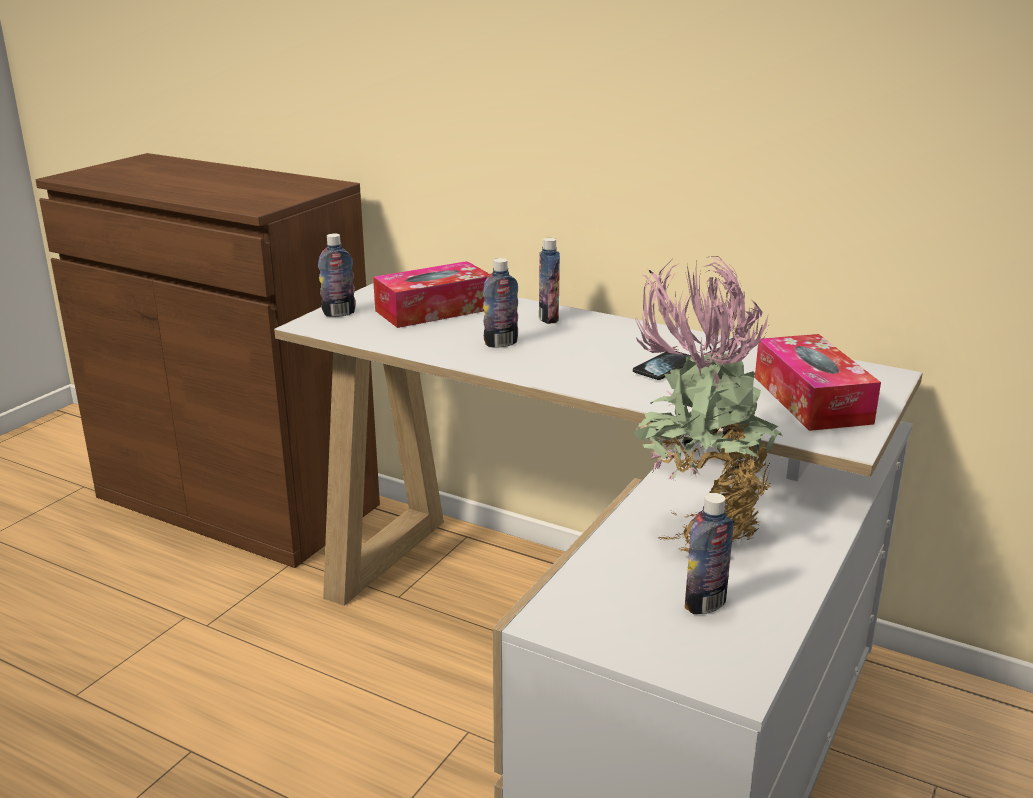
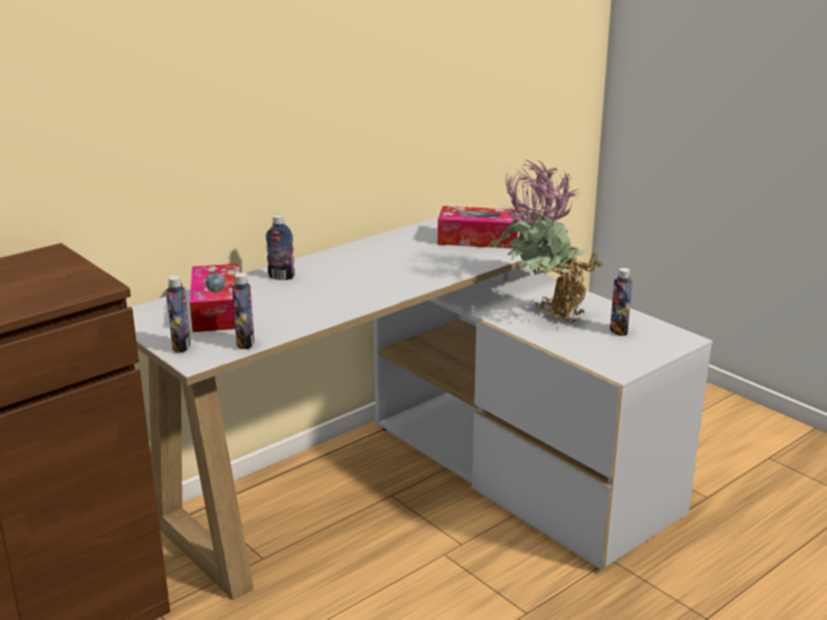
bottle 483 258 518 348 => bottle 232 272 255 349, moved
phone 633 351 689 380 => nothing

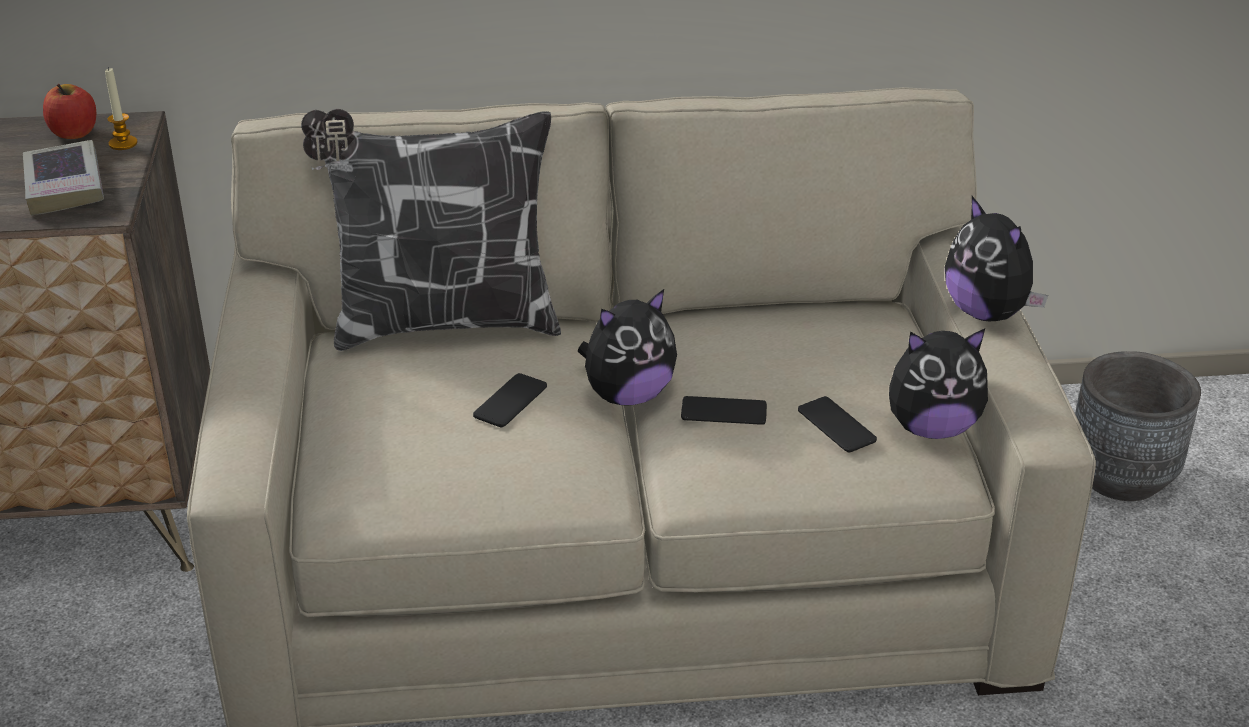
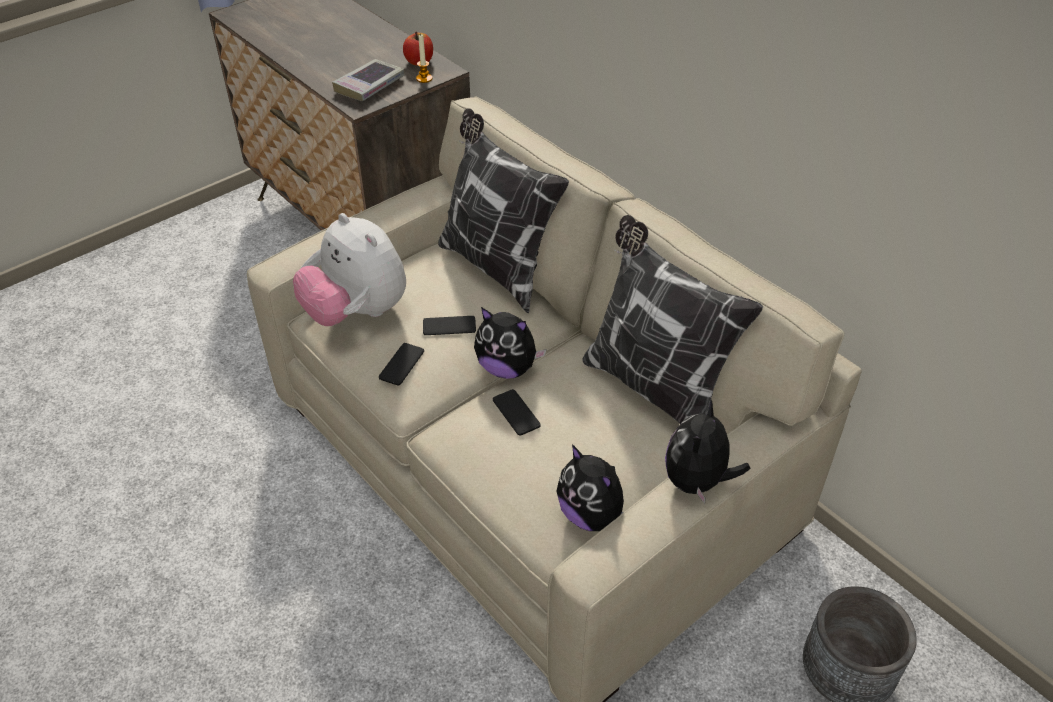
phone 798 396 877 453 => phone 379 343 424 385, moved
nothing => plush toy 293 213 406 326
nothing => pillow 582 215 763 424

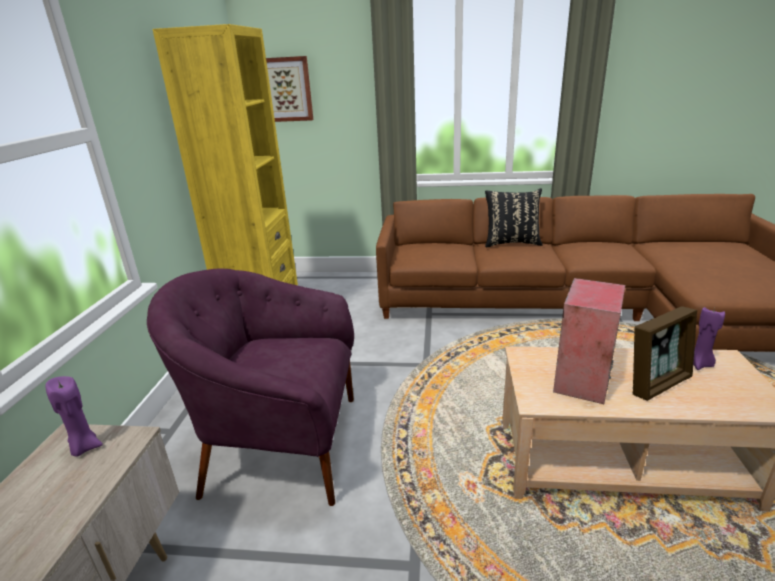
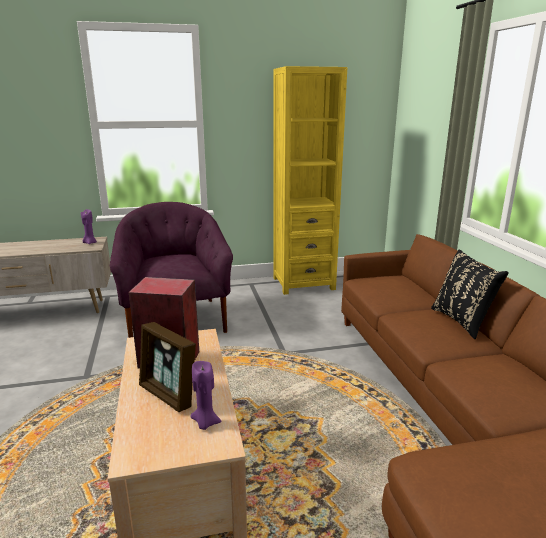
picture 266 56 314 122 => nothing

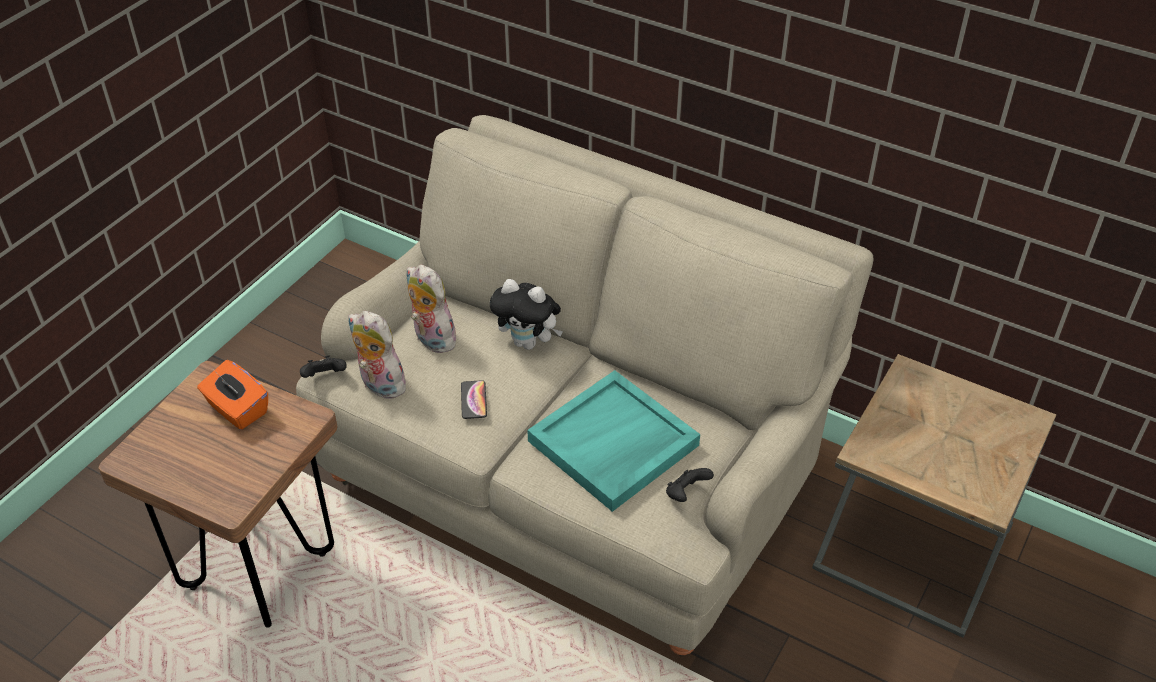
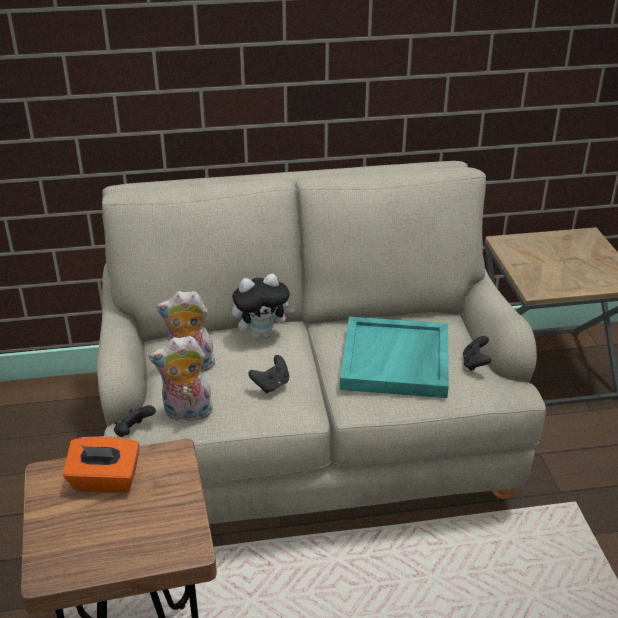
phone 461 380 487 419 => black game controller 248 355 289 394

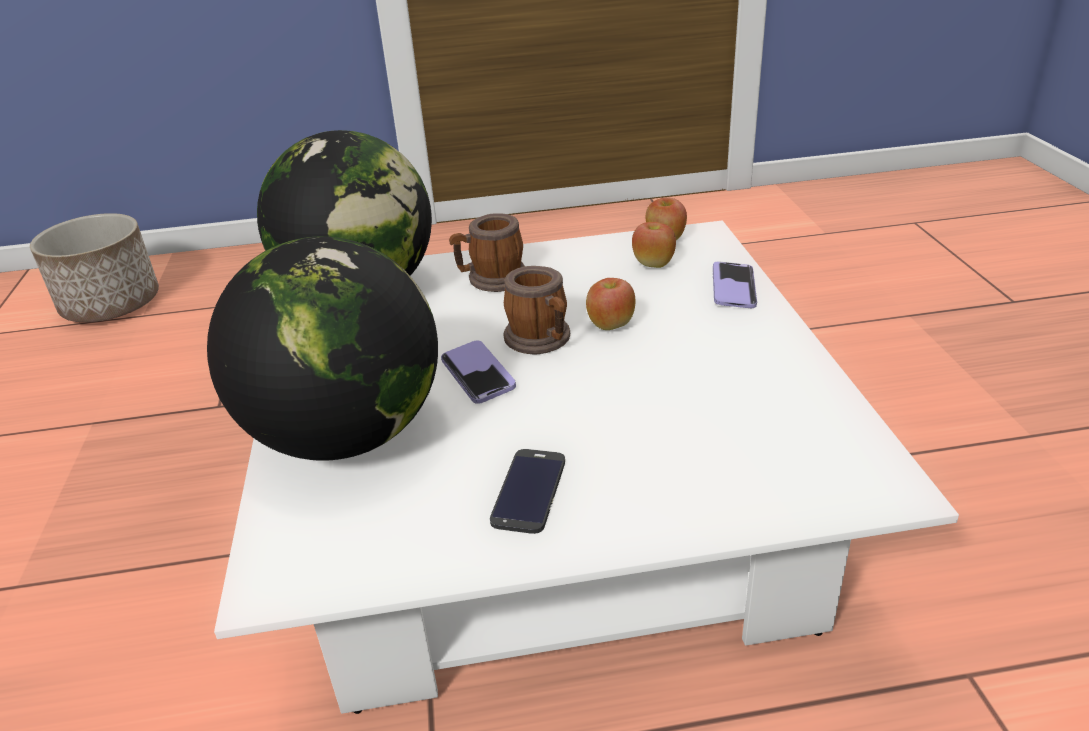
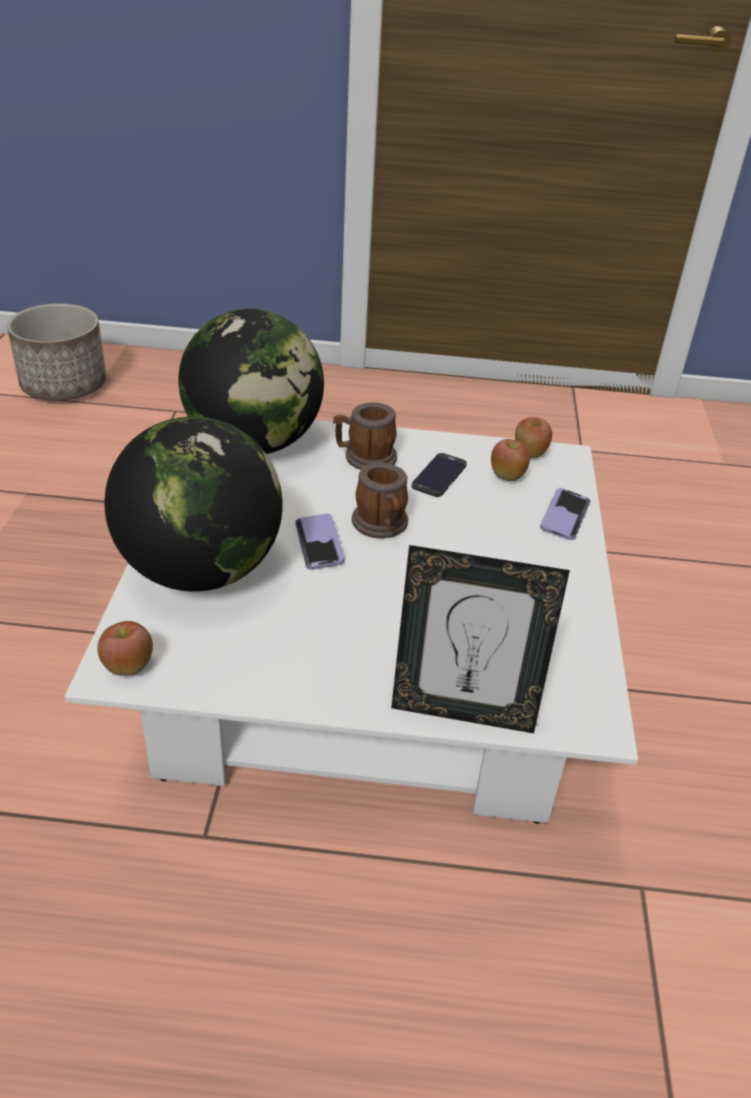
phone 490 449 565 534 => phone 411 453 467 497, moved
apple 586 278 635 330 => apple 97 621 153 676, moved
nothing => picture frame 391 545 570 733

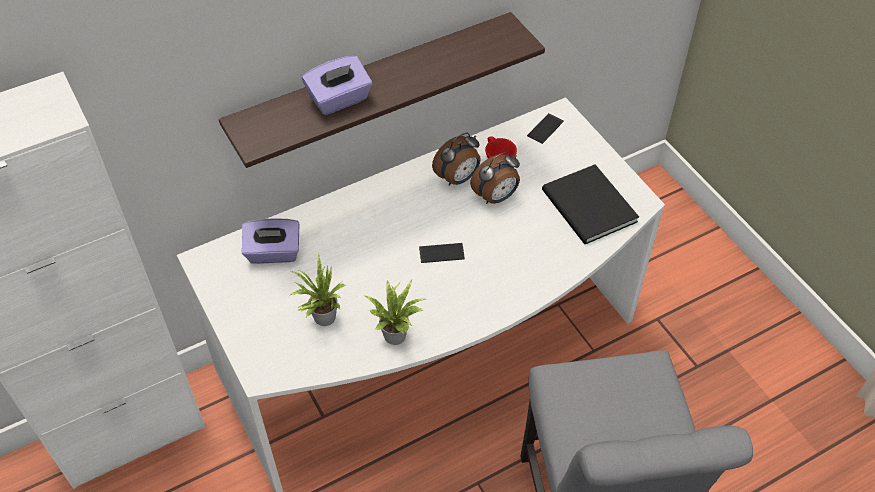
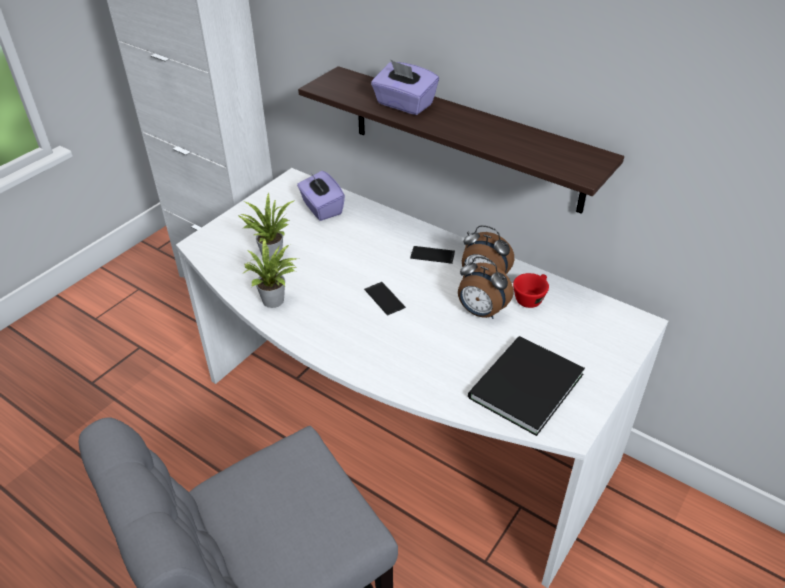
phone 527 113 564 144 => phone 410 246 455 264, moved

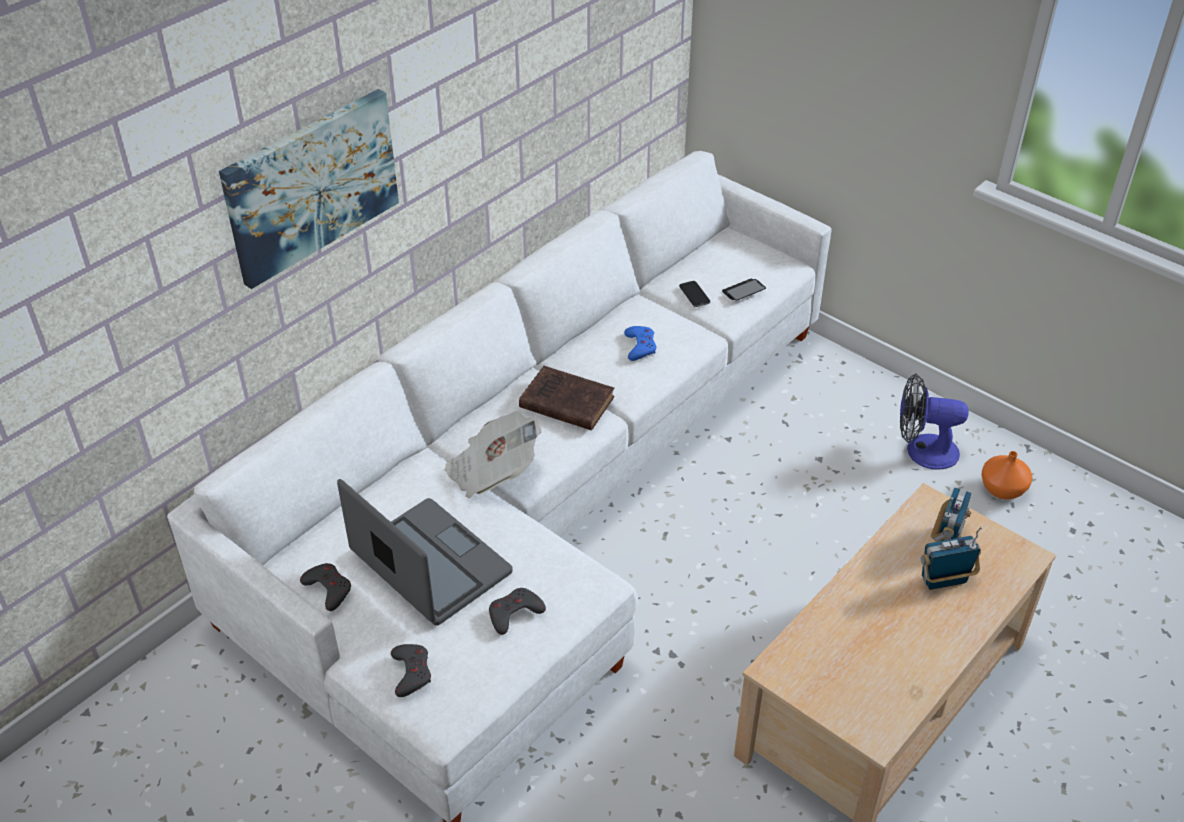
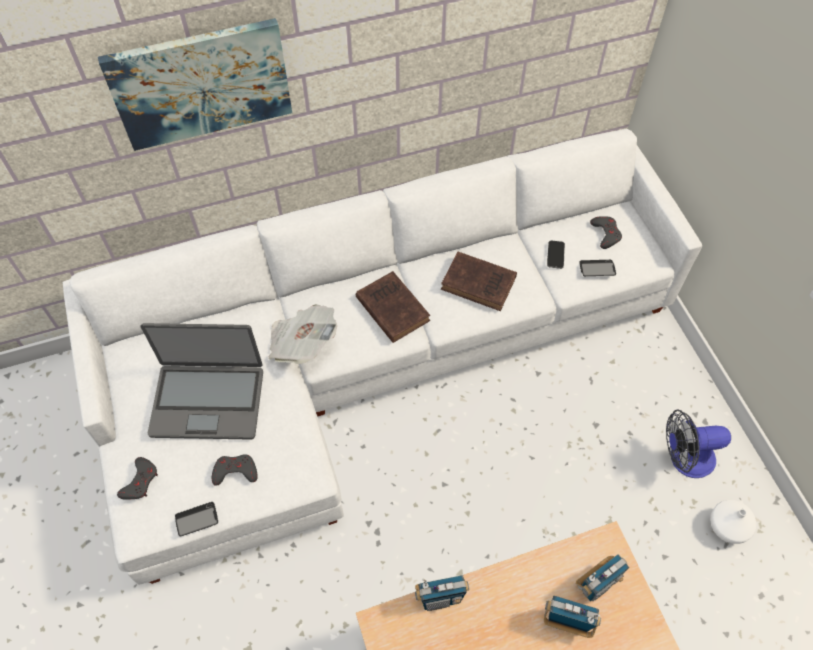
grey game controller 300 563 351 611 => grey game controller 590 216 622 249, moved
laptop 337 479 513 625 => laptop 141 323 263 440, 105 degrees clockwise
blue game controller 624 326 656 361 => brown book 441 252 517 311
fan 900 374 969 470 => fan 666 409 731 478, 45 degrees counterclockwise
orange vase 981 451 1032 499 => white vase 710 500 756 544
nothing => phone 175 502 218 537
nothing => radio 415 575 469 611

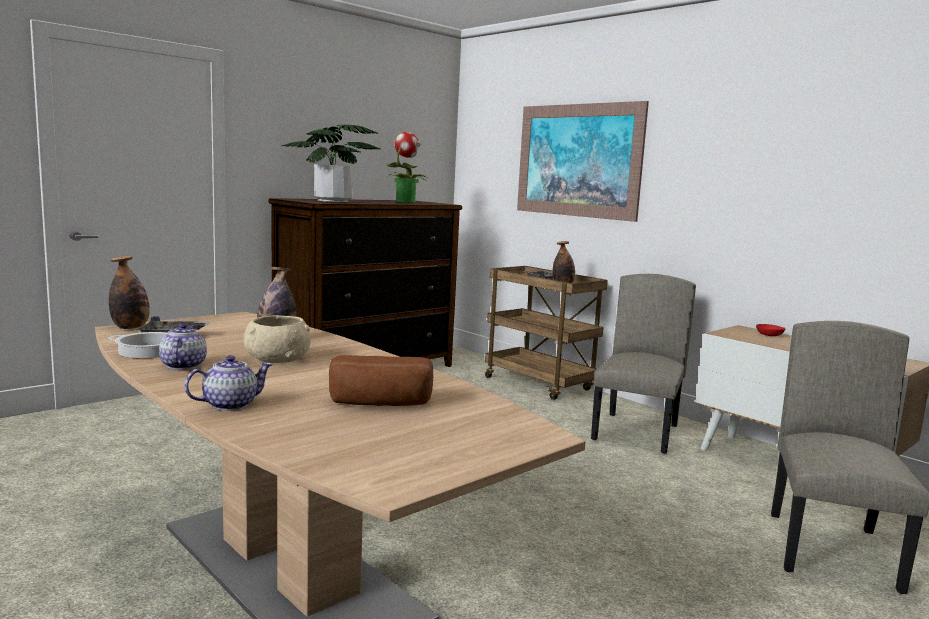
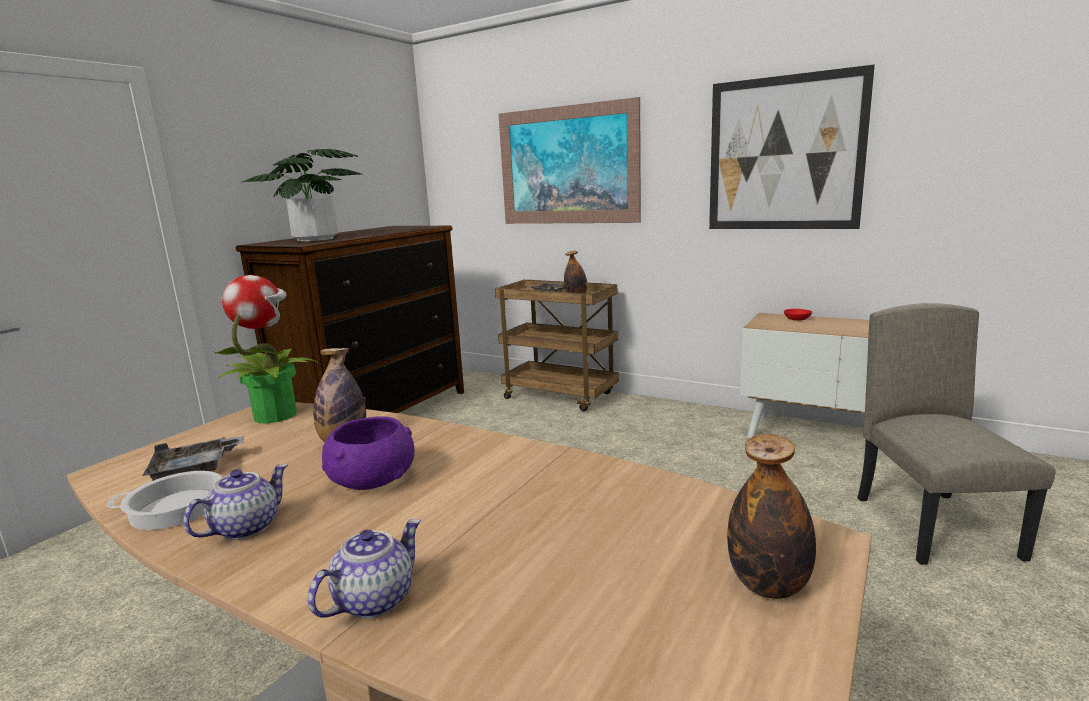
bottle 109 255 150 329 => bottle 727 434 816 599, moved
teapot 159 323 207 370 => teapot 183 464 288 540, 60 degrees clockwise
beige bowl 243 315 311 363 => purple bowl 322 416 414 490
bread 329 355 433 406 => nothing
potted plant 386 132 429 203 => potted plant 212 275 318 424, moved
beige chair 591 274 696 454 => nothing
nothing => picture 709 64 875 229

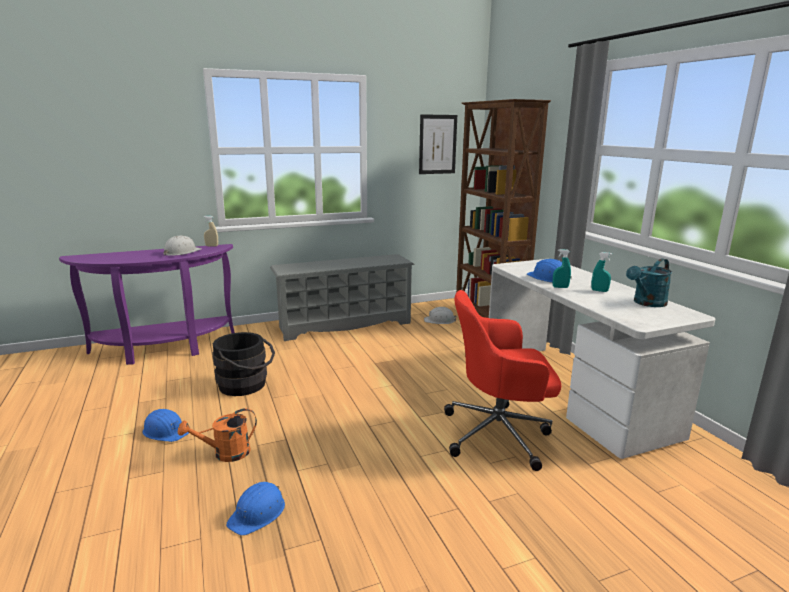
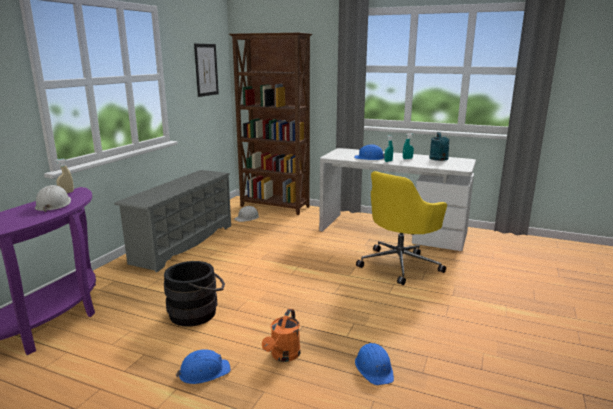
red office chair 444 290 561 471 => yellow office chair 356 171 447 285

